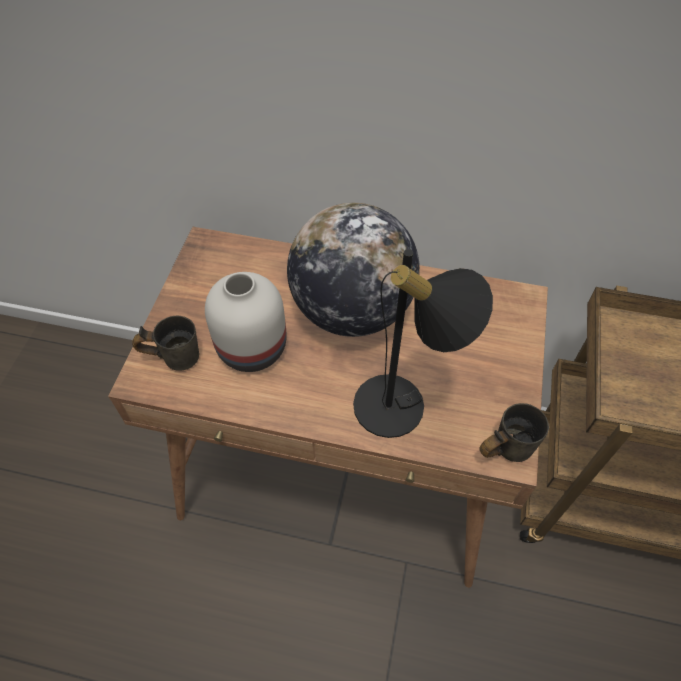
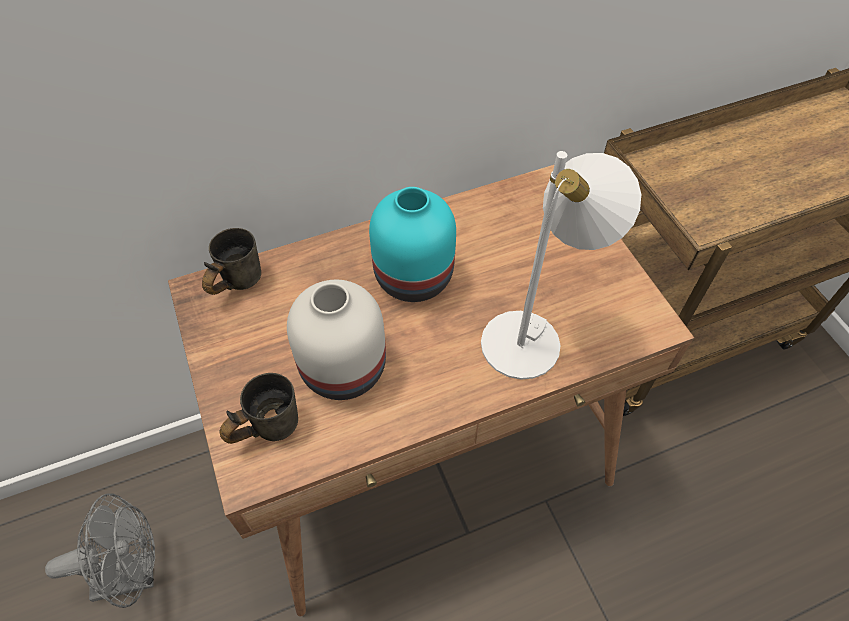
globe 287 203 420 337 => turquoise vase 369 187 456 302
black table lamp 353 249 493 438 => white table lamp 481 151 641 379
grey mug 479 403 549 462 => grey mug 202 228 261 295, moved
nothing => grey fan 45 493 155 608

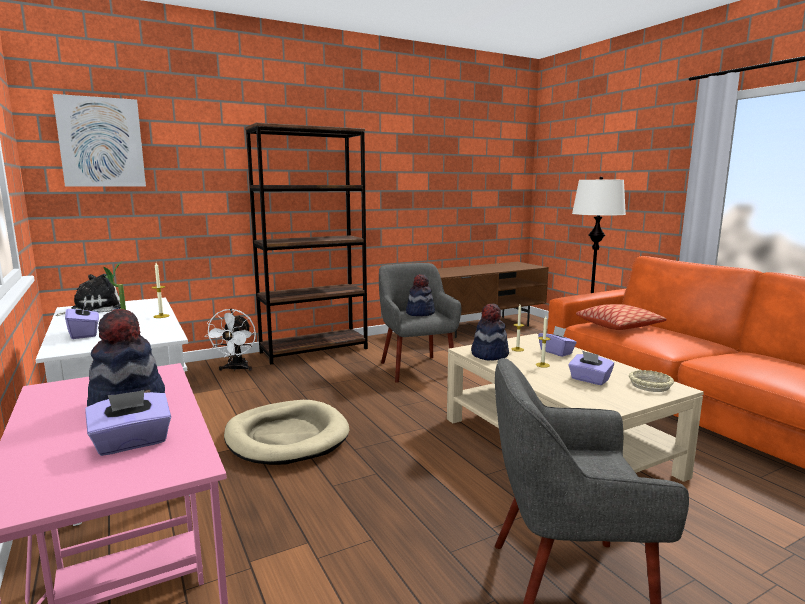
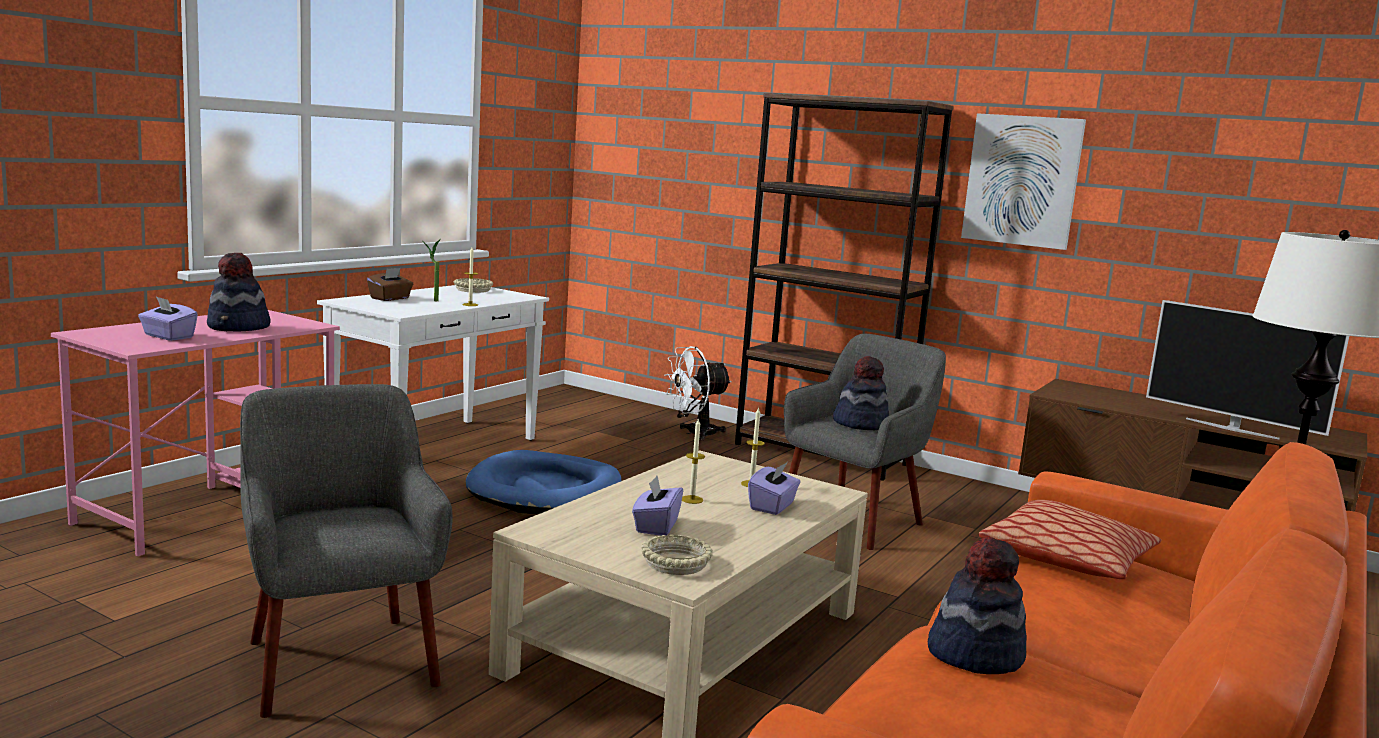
picture 53 94 146 187 => picture 961 113 1086 250, moved
plush toy 56 274 121 316 => beige bowl 454 278 493 293
purple tissue box 65 300 99 339 => brown tissue box 367 268 413 301
beige dog bed 224 400 349 465 => blue dog bed 466 450 622 514
hat 471 303 509 360 => hat 928 537 1026 674, moved
nothing => television 1146 300 1349 439

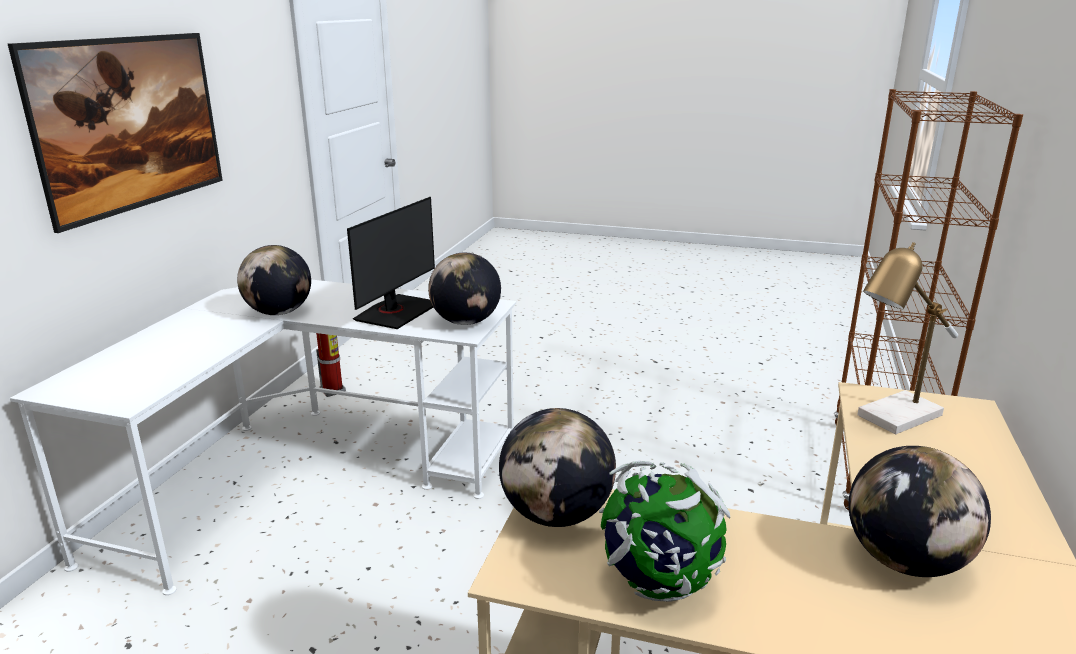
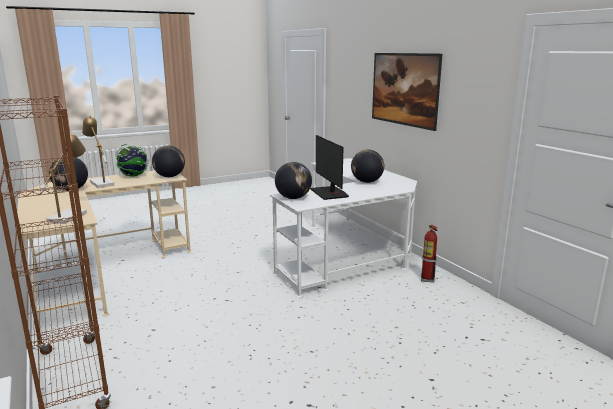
nothing => table lamp 82 116 115 188

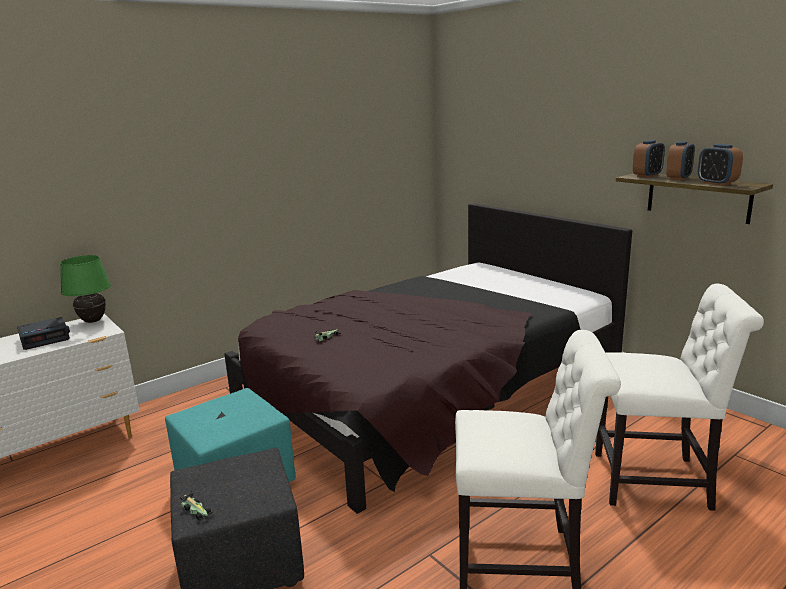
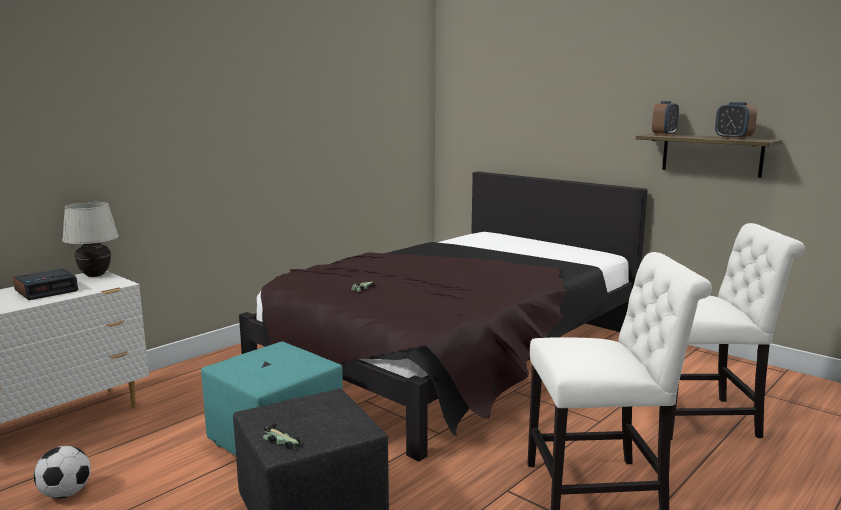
green table lamp 60 255 111 323 => white table lamp 62 202 118 277
alarm clock 666 141 695 180 => nothing
nothing => football 34 446 91 499

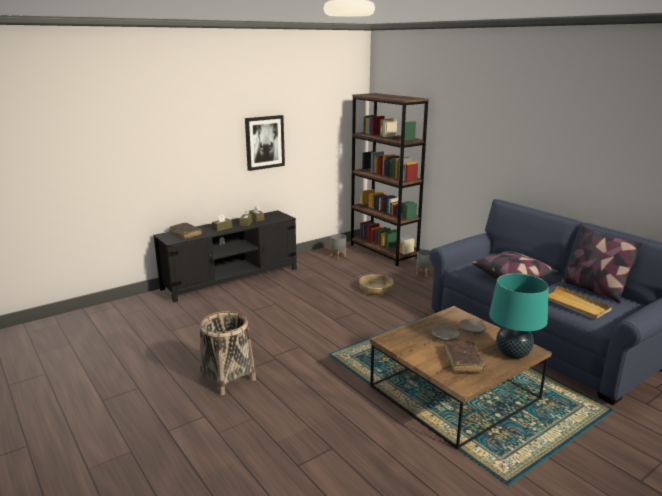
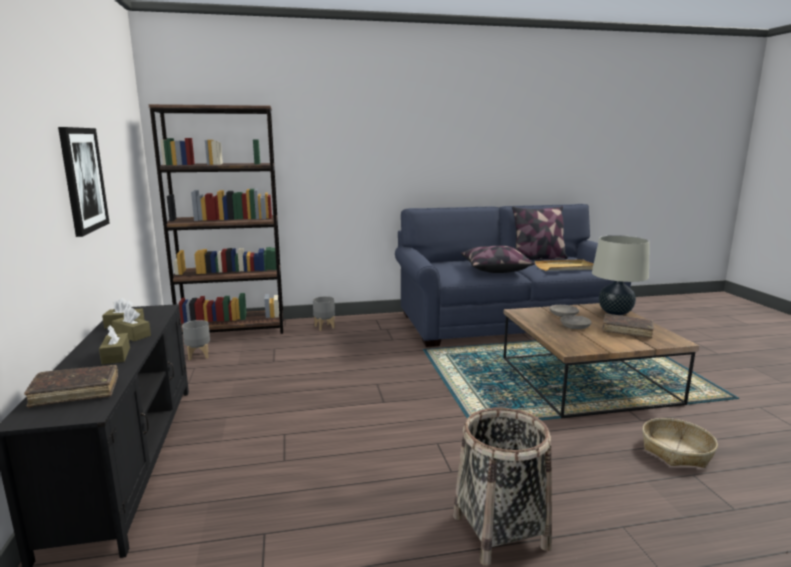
basket 359 274 394 296 => basket 642 418 718 468, moved
turquoise table lamp 489 273 549 359 => beige table lamp 592 235 650 315

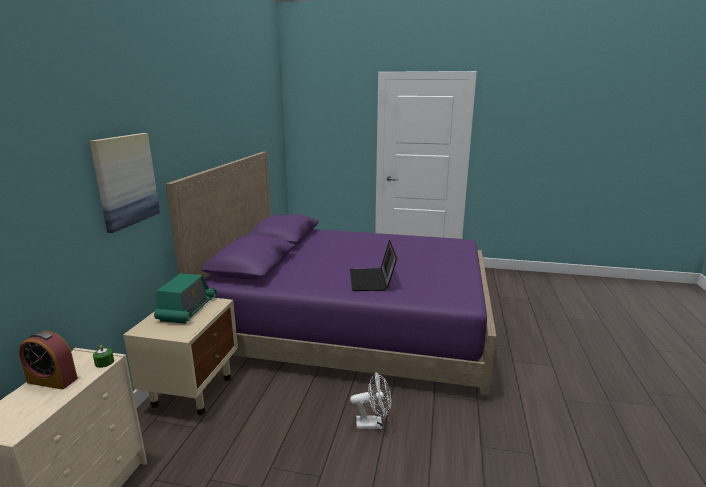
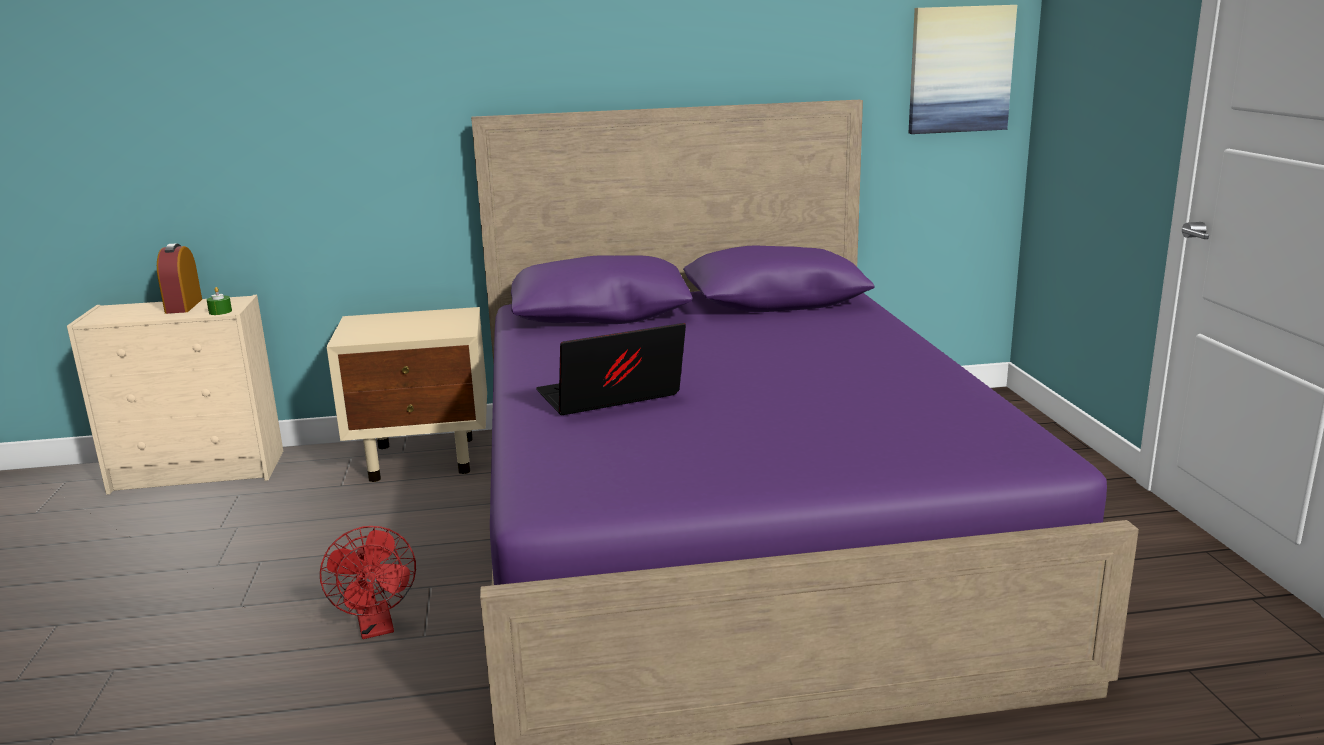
picture 90 133 160 233 => picture 908 5 1017 134, moved
radio 154 273 217 324 => nothing
white fan 350 372 391 429 => red fan 320 526 416 639

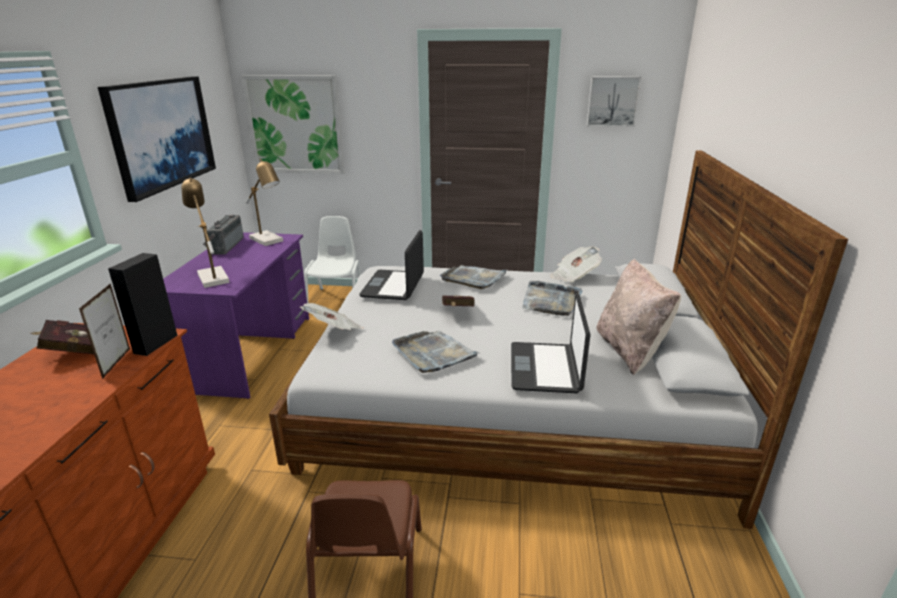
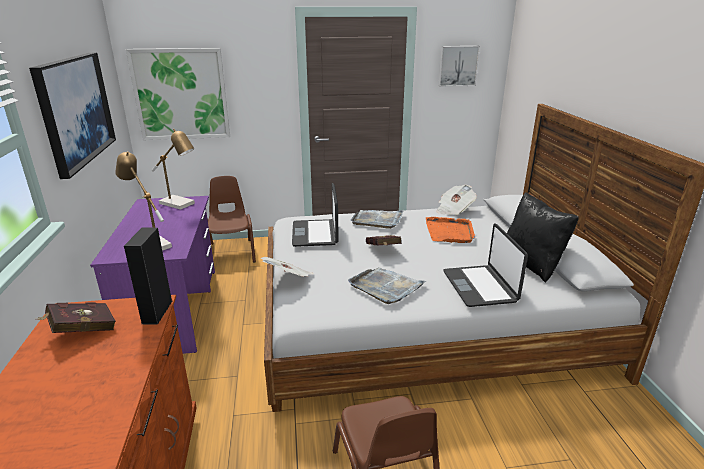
picture frame 79 283 130 379 => nothing
radio 203 214 244 255 => nothing
white chair 304 216 361 313 => brown chair 207 176 256 263
grey tray 522 281 582 316 => orange tray 426 217 475 243
beige pillow 596 259 681 375 => black pillow 507 192 579 283

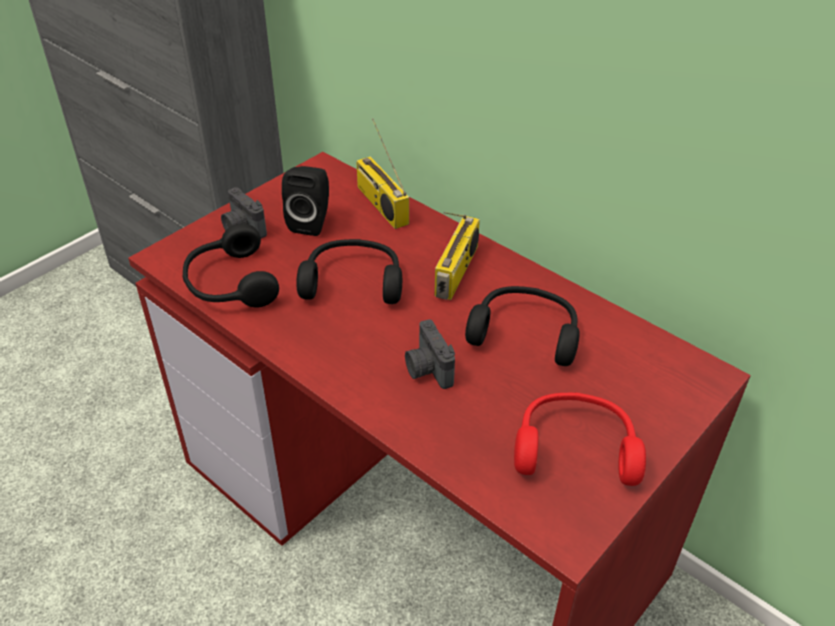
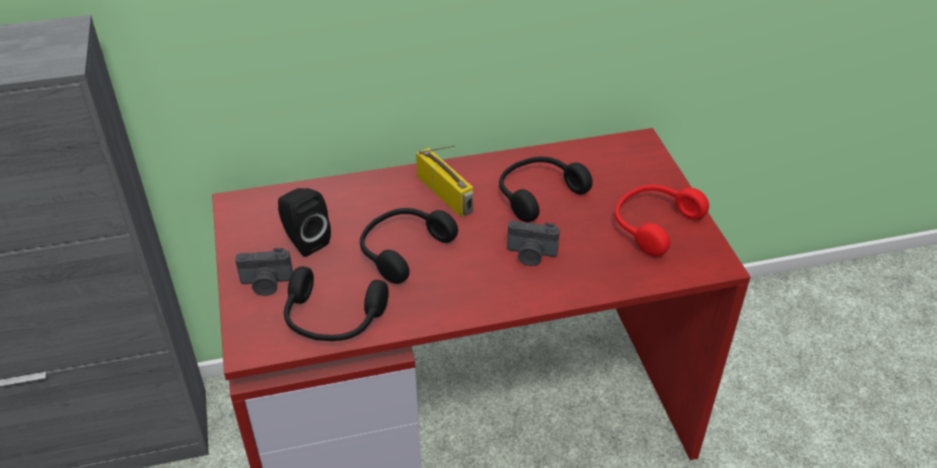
radio 356 118 409 229 => nothing

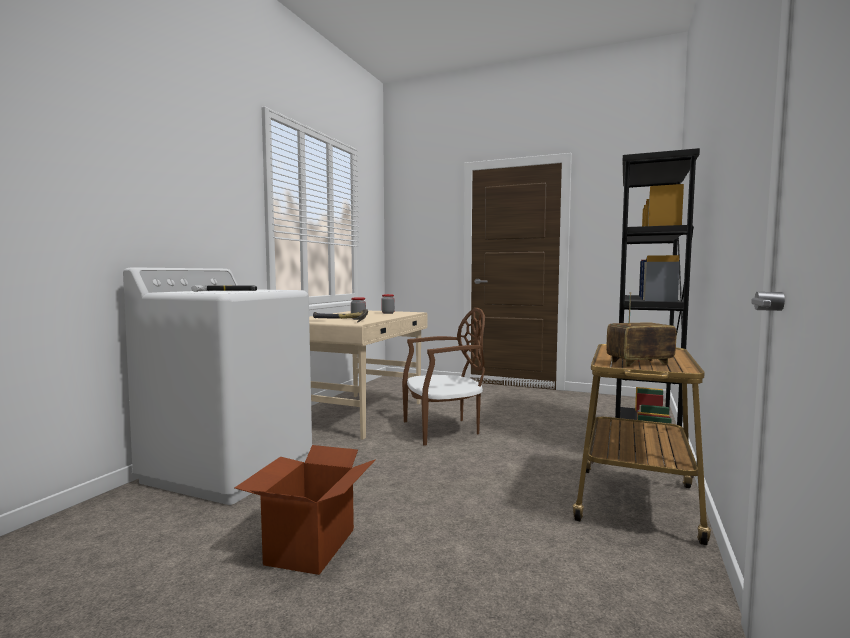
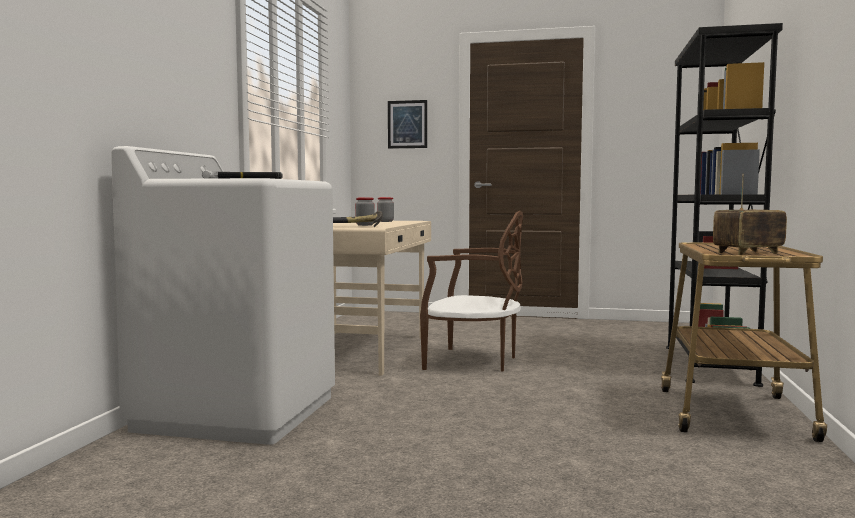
cardboard box 235 445 376 575 => nothing
brown chair 402 308 485 446 => brown chair 420 211 523 372, 45 degrees clockwise
nothing => picture 388 100 427 149

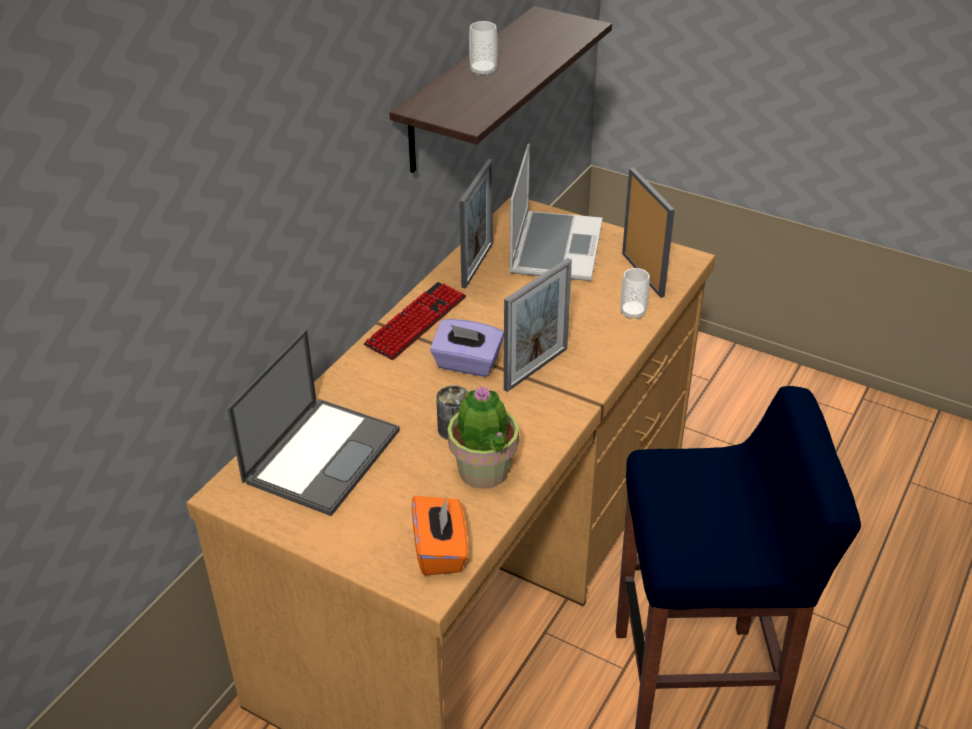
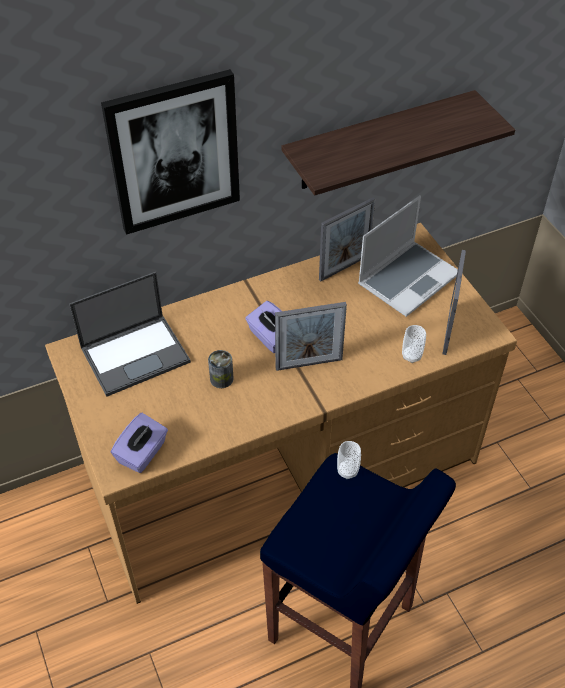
keyboard 364 282 466 360 => nothing
orange tissue box 412 496 468 576 => purple tissue box 111 413 168 473
potted plant 448 386 519 489 => nothing
cup 469 21 498 77 => cup 337 441 361 479, moved
nothing => picture 101 69 240 235

